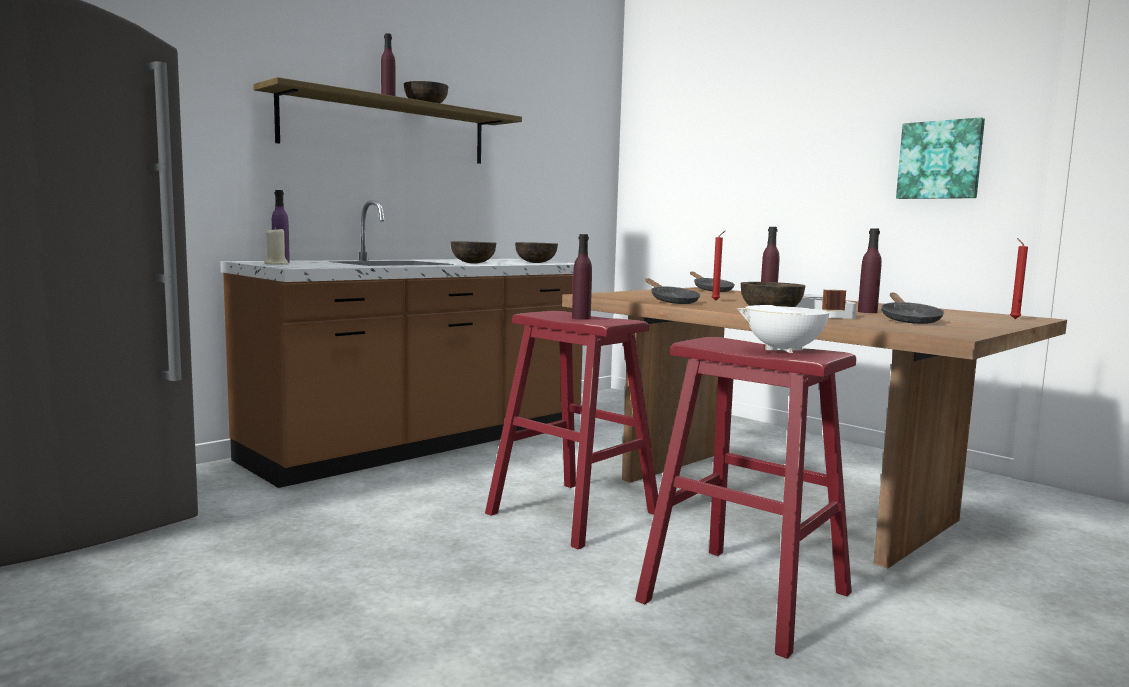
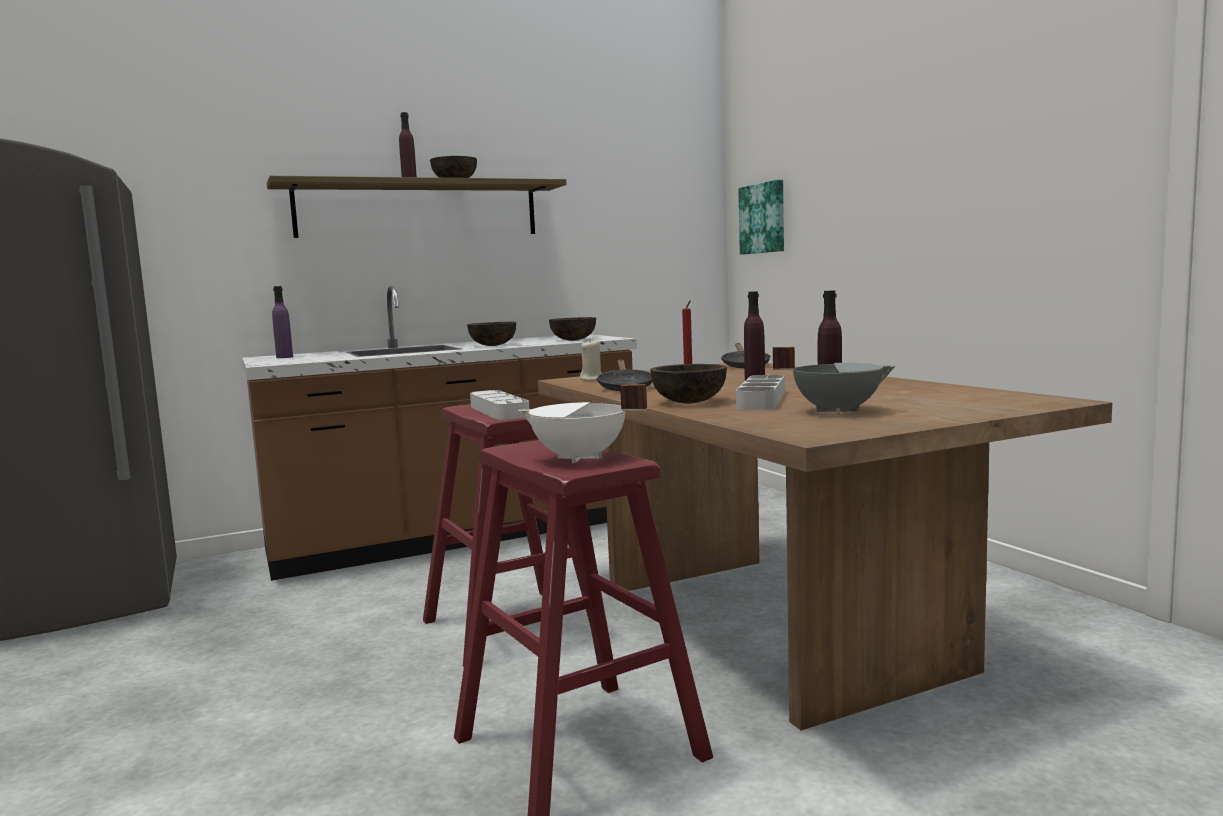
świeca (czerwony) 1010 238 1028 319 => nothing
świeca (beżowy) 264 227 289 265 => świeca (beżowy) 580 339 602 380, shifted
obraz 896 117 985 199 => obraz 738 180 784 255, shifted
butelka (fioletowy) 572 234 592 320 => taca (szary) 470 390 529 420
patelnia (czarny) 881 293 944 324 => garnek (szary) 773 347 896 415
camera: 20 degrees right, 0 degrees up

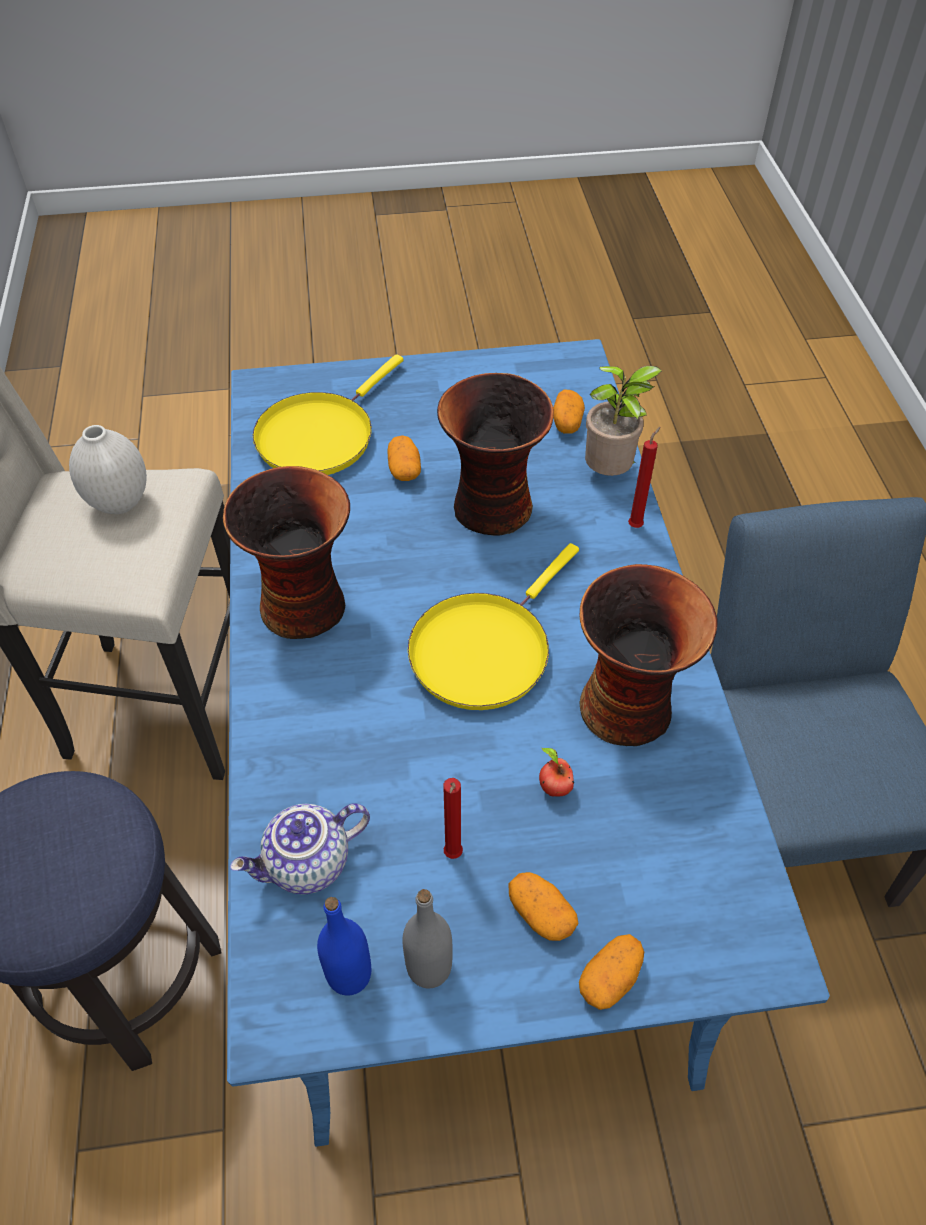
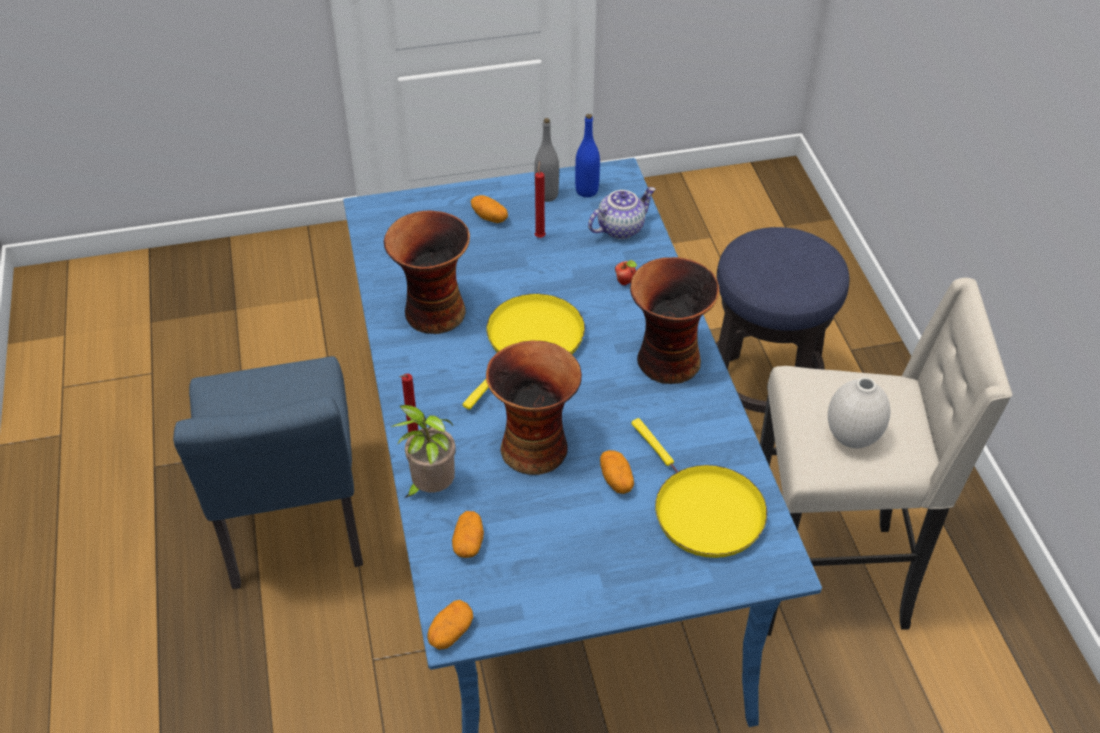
jabłko 539 748 574 797 => jabłko 615 260 637 285, shifted
ziemniak 579 934 644 1010 => ziemniak 427 600 473 650, shifted
patelnia (żółty) 253 354 404 475 => patelnia (żółty) 631 418 767 558, 120 degrees clockwise
camera: 175 degrees right, 5 degrees down

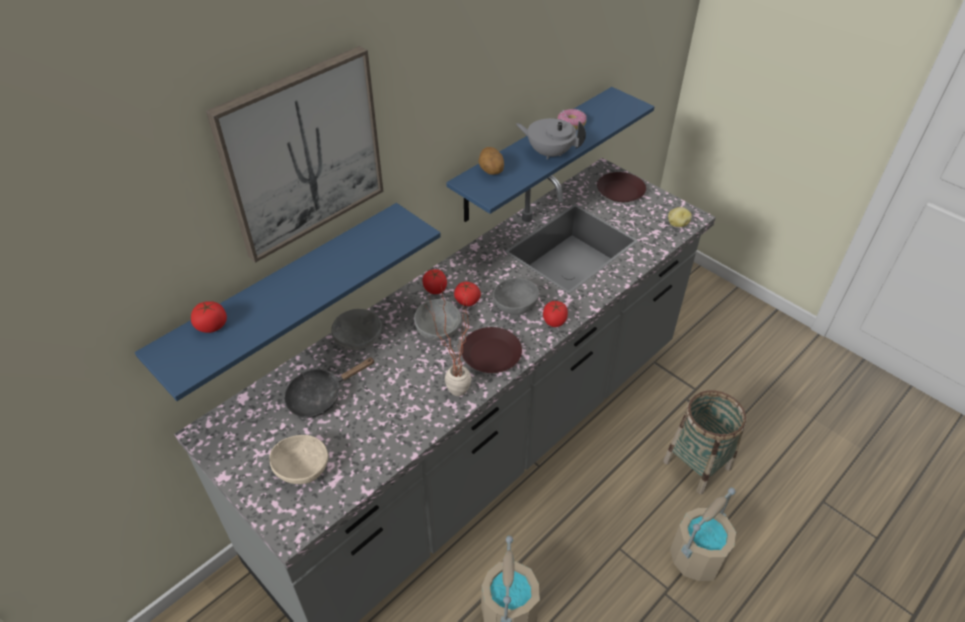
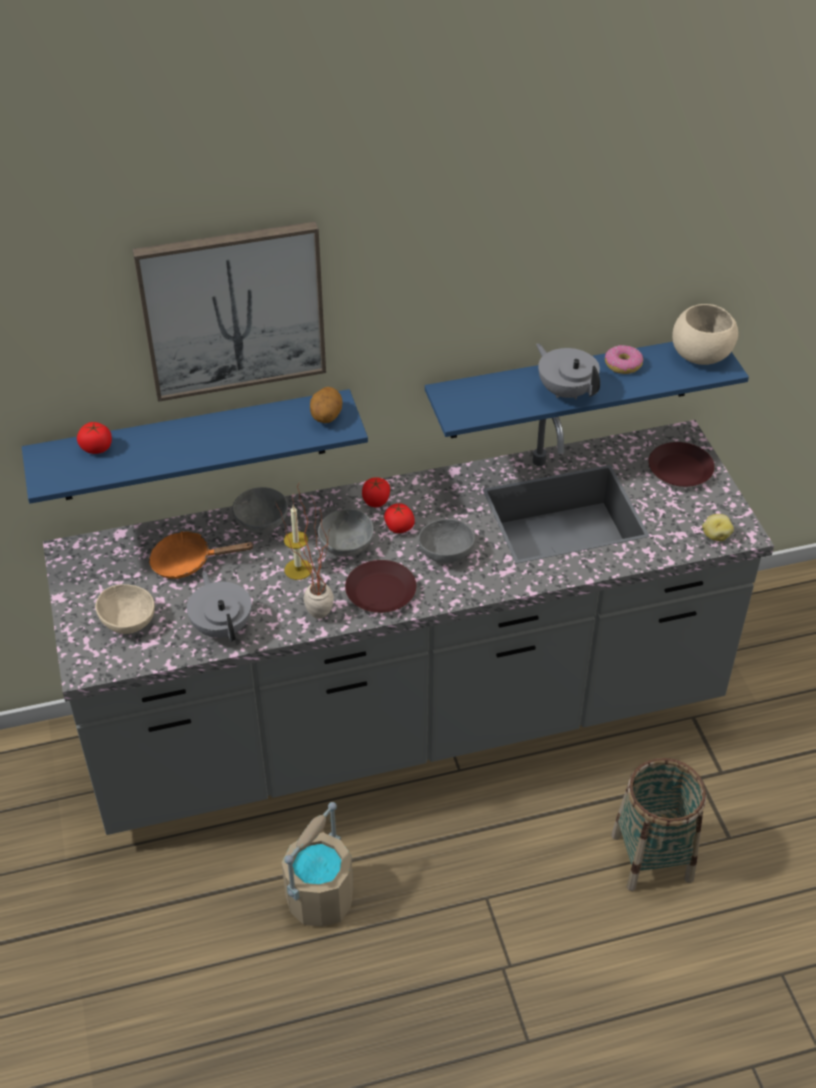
pomidor 543 301 568 327 => nothing
wiadro (beżowy) 670 488 736 581 => nothing
nothing => imbryk (szary) 187 571 252 642
nothing => świeca 284 506 312 580
nothing => miska (beżowy) 672 304 738 365
ziemniak 479 147 504 175 => ziemniak 310 387 342 423, shifted
patelnia (czarny) 284 357 374 418 => patelnia (pomarańczowy) 149 531 255 579
camera: 30 degrees right, 0 degrees up

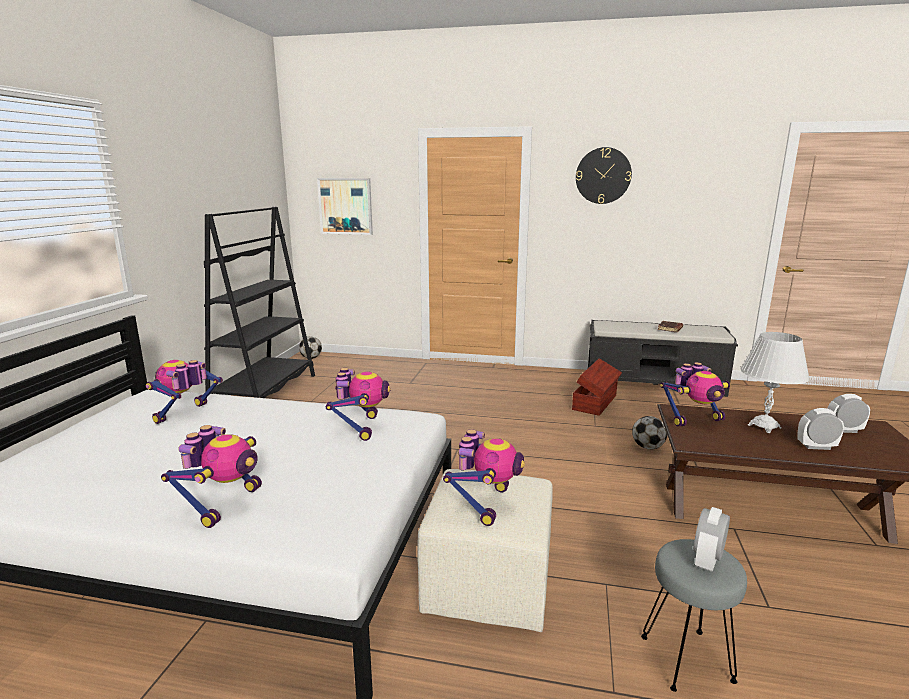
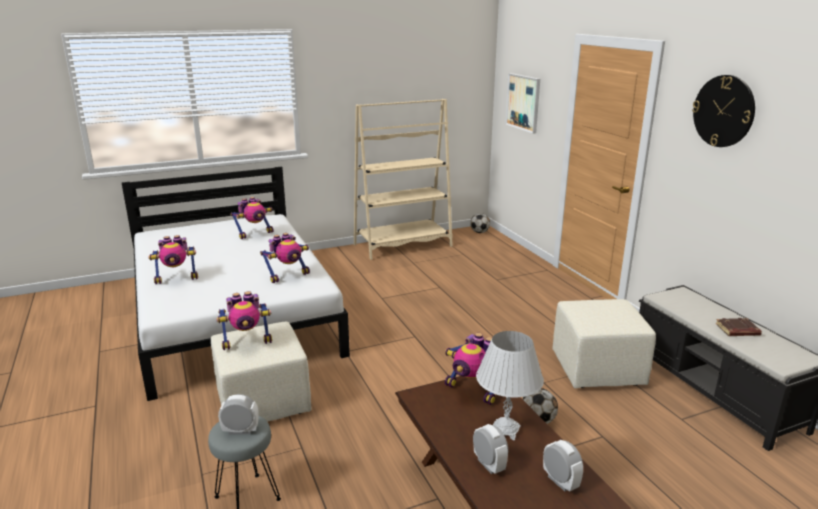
pojemnik do przechowywania (brązowy) 572 358 622 416 => pufa (beżowy) 552 299 656 388
regał (czarny) 204 207 315 398 => regał (beżowy) 353 99 453 260
robot zabawkowy 146 360 223 424 => robot zabawkowy 230 197 273 239, 150 degrees clockwise
camera: 55 degrees right, 5 degrees up

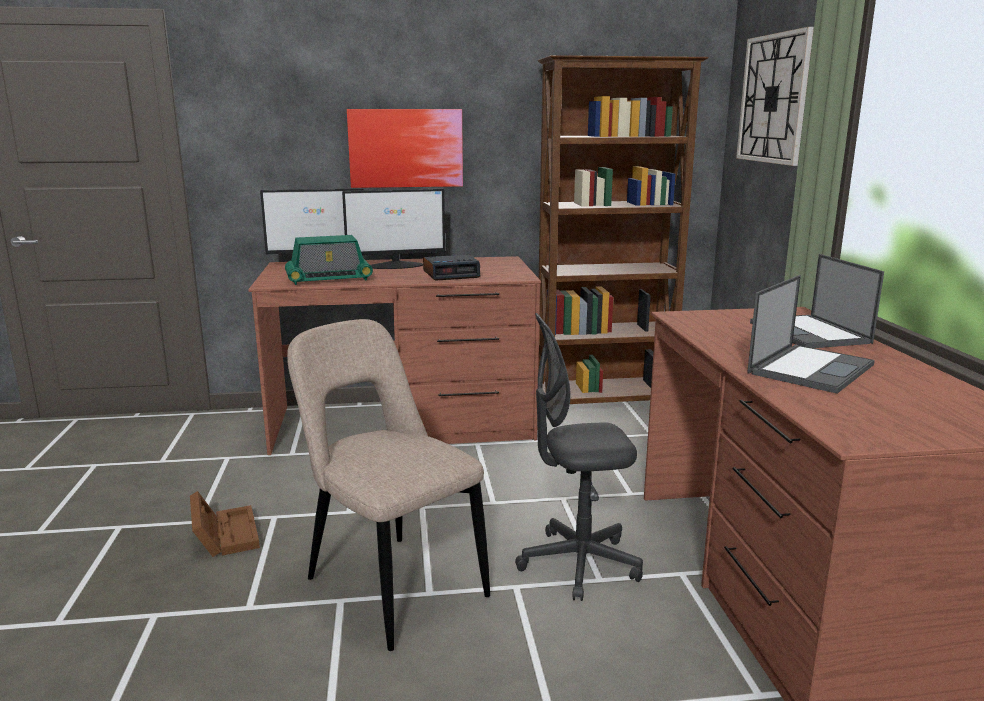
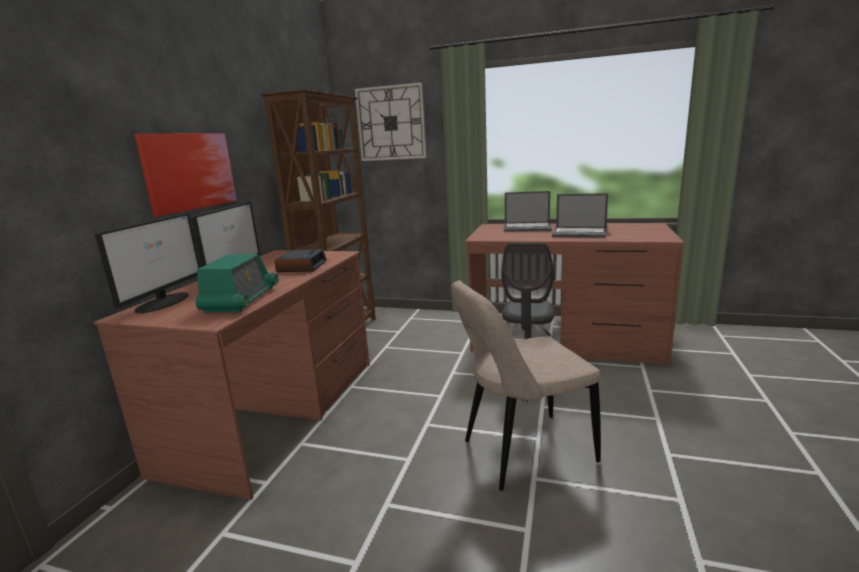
pojemnik do przechowywania (brązowy) 190 491 260 557 => nothing
laptop 747 275 875 394 => laptop 552 193 608 238, 135 degrees clockwise
camera: 65 degrees left, 0 degrees up

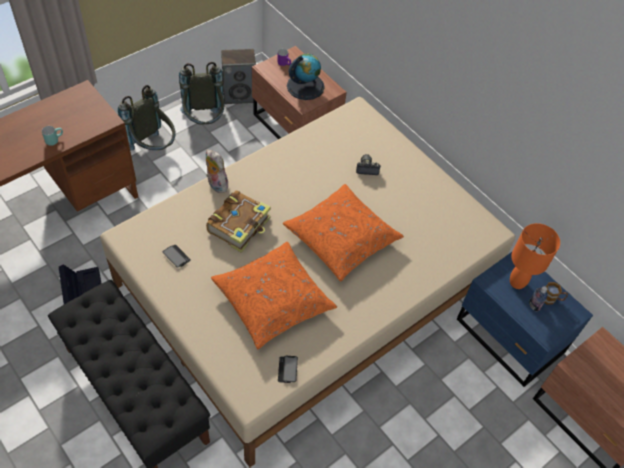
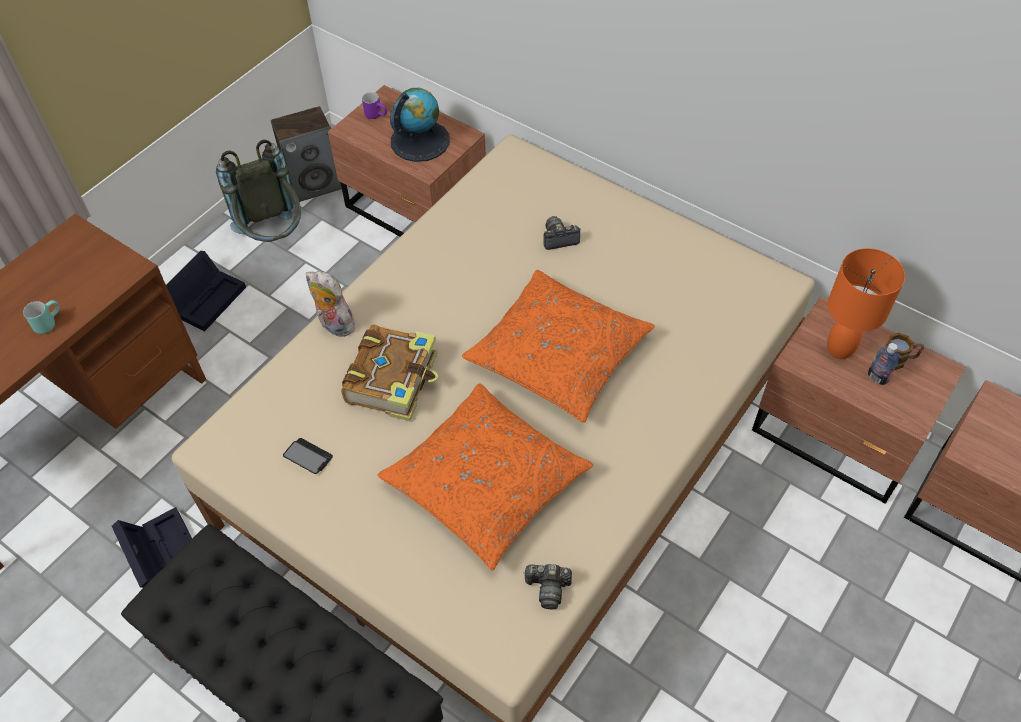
plecak (szary) 118 85 176 150 => pojemnik do przechowywania (czarny) 166 251 246 331
telefon 278 356 298 383 => aparat fotograficzny 523 564 572 610
szafka nocna (niebieski) 457 252 593 387 => szafka nocna (brązowy) 752 296 966 504
camera: 10 degrees left, 0 degrees up

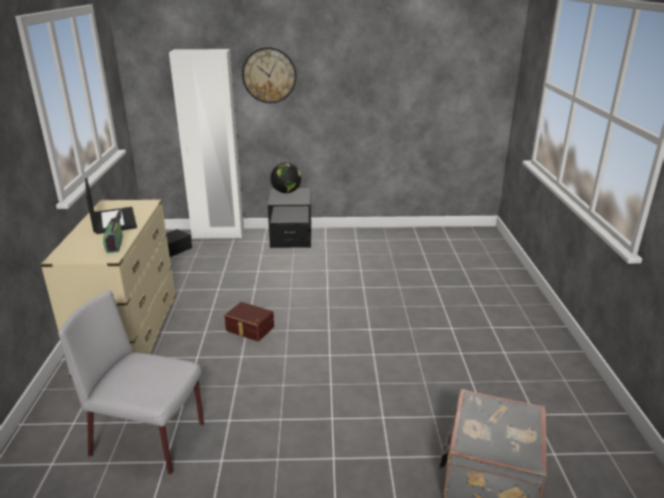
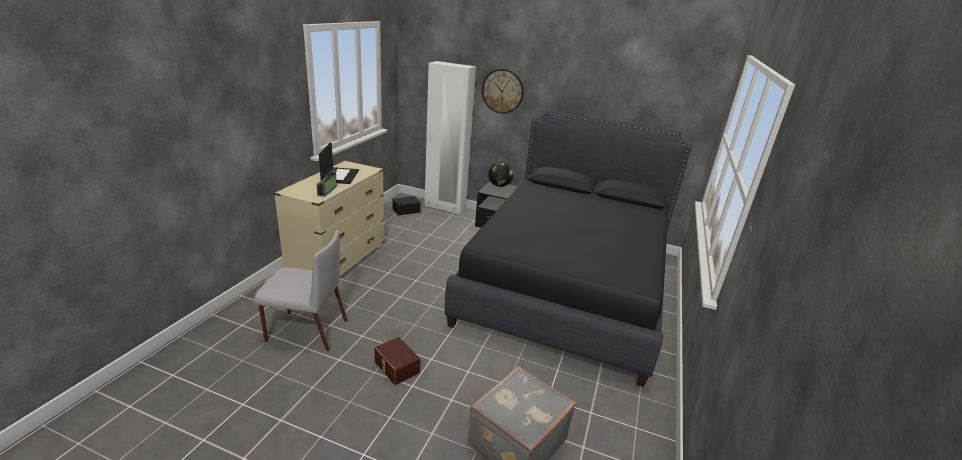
nothing => łóżko (czarny) 445 110 692 387
pojemnik do przechowywania (brązowy) 224 302 274 341 => pojemnik do przechowywania (brązowy) 374 337 420 385, shifted
krzesło (szary) 58 290 204 474 => krzesło (szary) 254 230 347 351, 150 degrees clockwise
camera: 20 degrees right, 0 degrees up

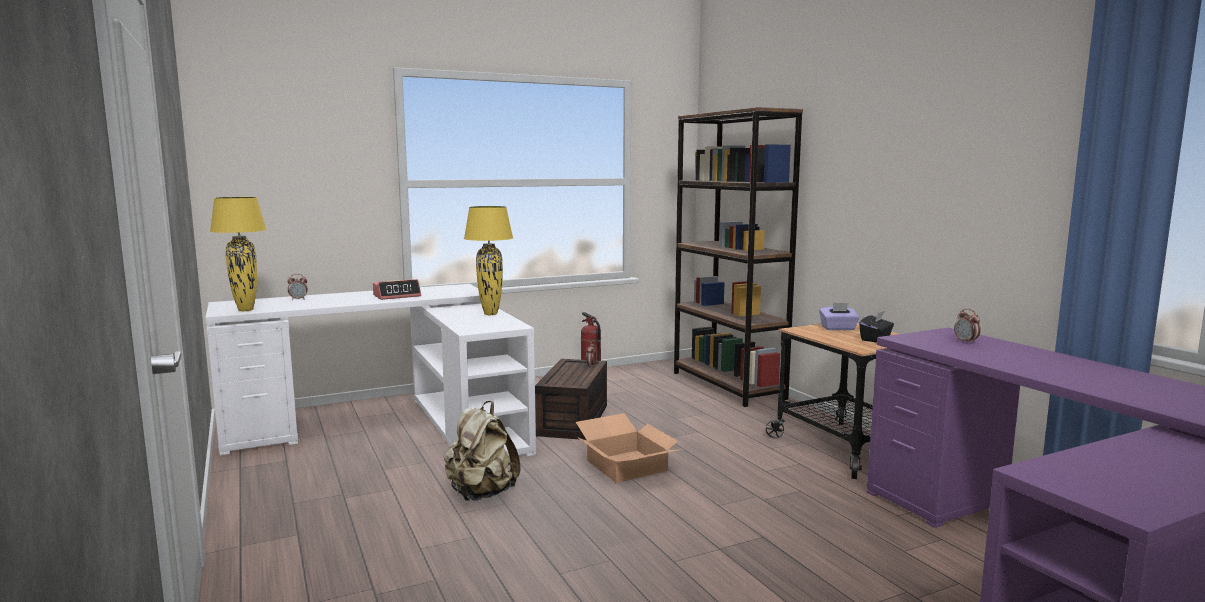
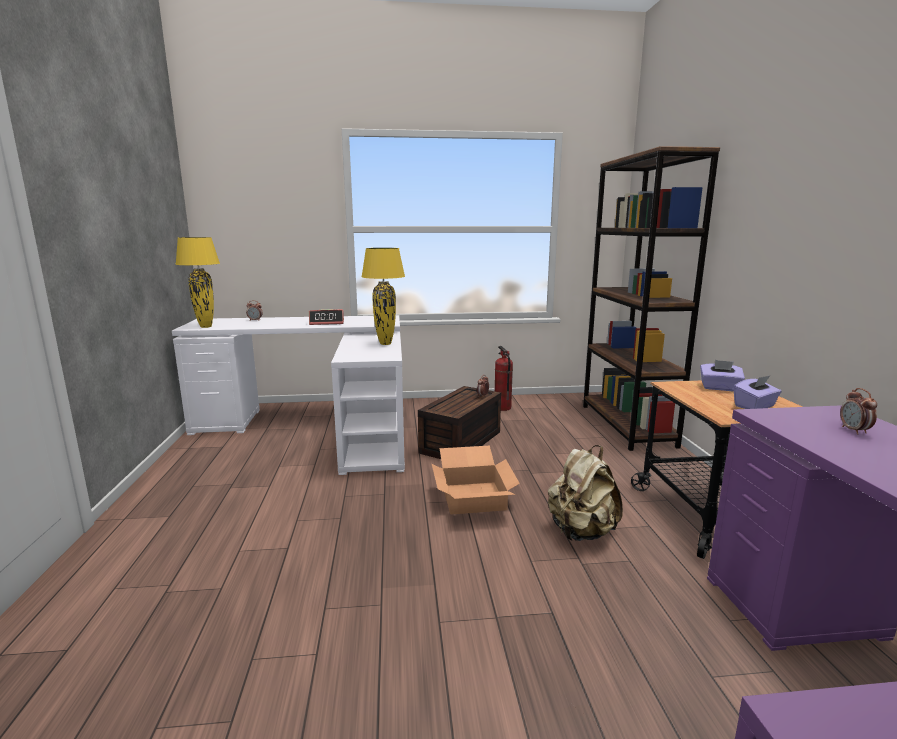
plecak (beżowy) 444 401 520 501 => plecak (beżowy) 548 445 623 541, shifted
pudełko chusteczek (czarny) 859 311 894 343 => pudełko chusteczek (fioletowy) 734 375 782 409
camera: 20 degrees right, 5 degrees up

